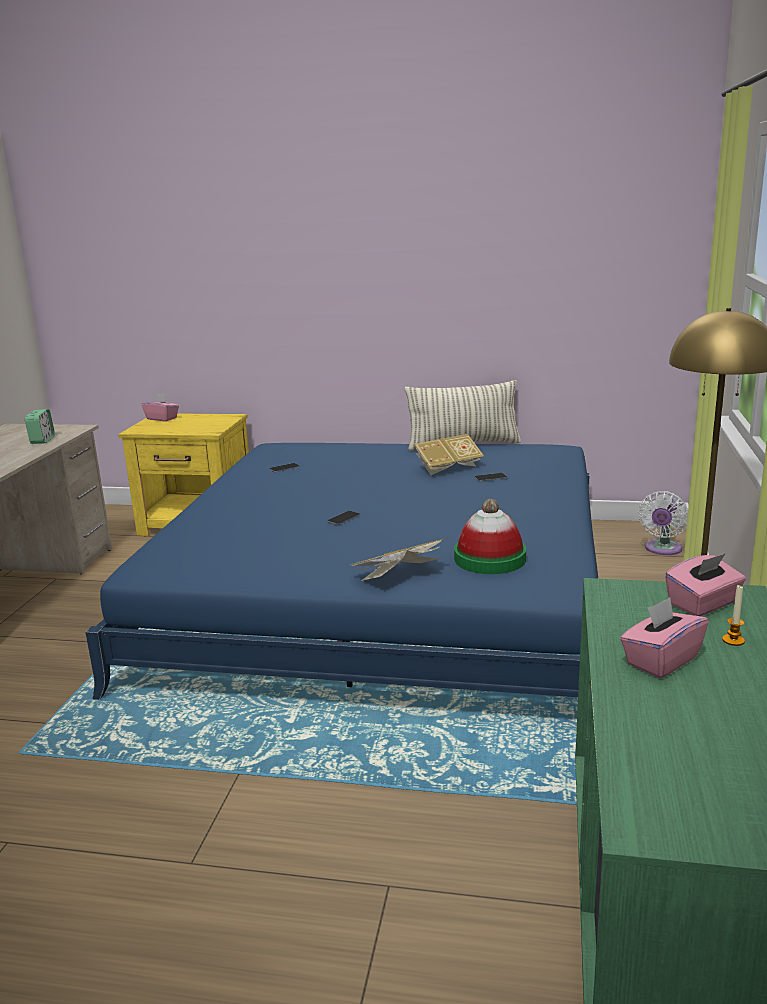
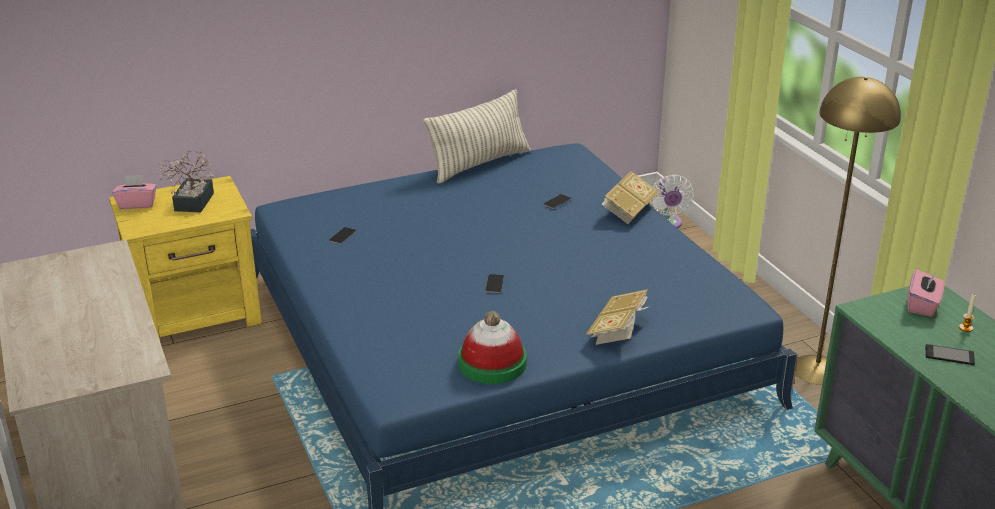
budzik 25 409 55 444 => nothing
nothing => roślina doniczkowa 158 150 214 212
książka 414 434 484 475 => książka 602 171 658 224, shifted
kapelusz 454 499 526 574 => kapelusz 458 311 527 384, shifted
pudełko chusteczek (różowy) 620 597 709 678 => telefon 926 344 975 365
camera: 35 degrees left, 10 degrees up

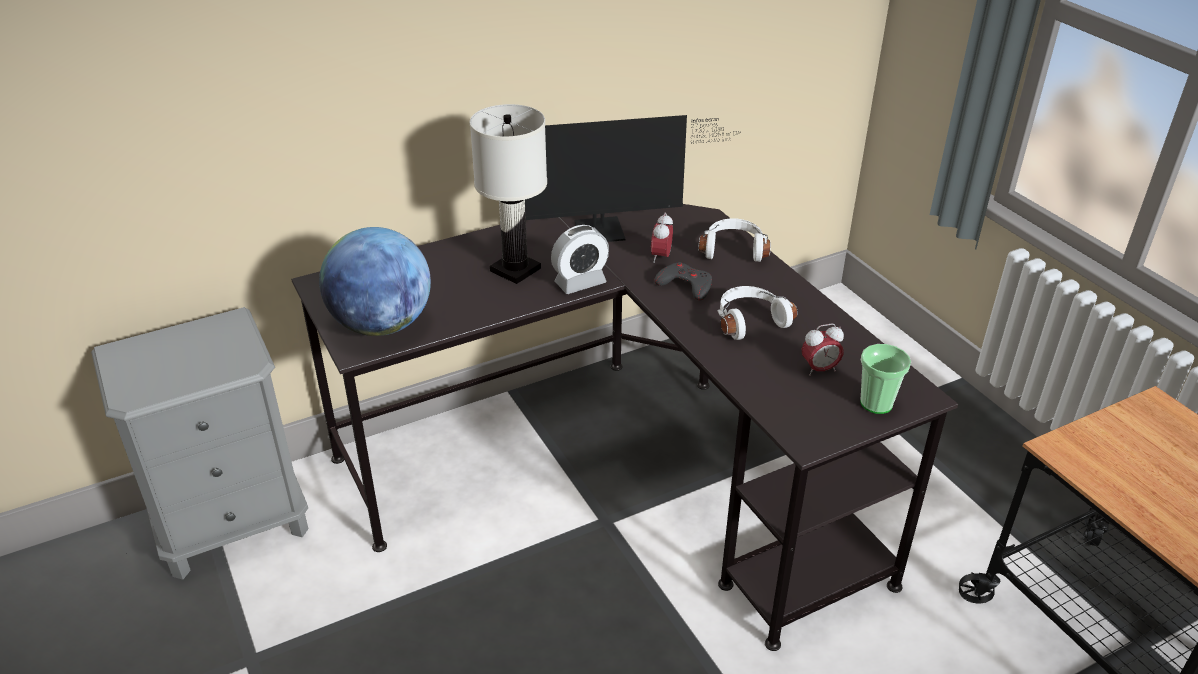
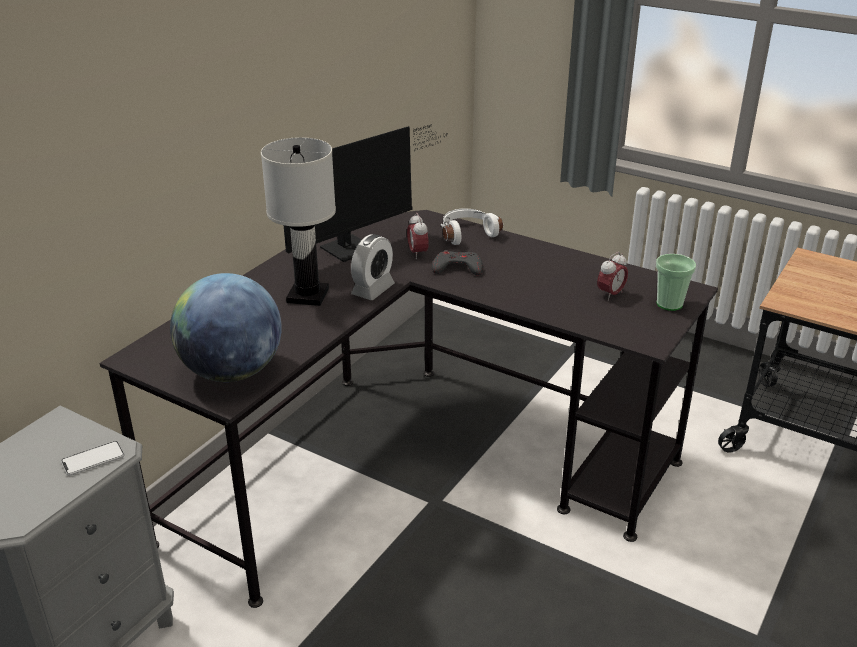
słuchawki (biały) 718 286 798 340 => nothing
nothing => telefon 61 441 125 476
camera: 30 degrees left, 5 degrees down

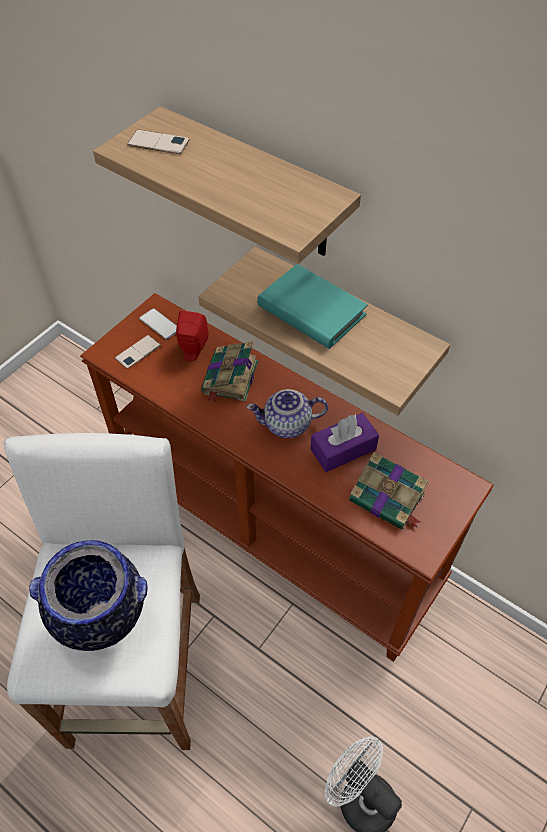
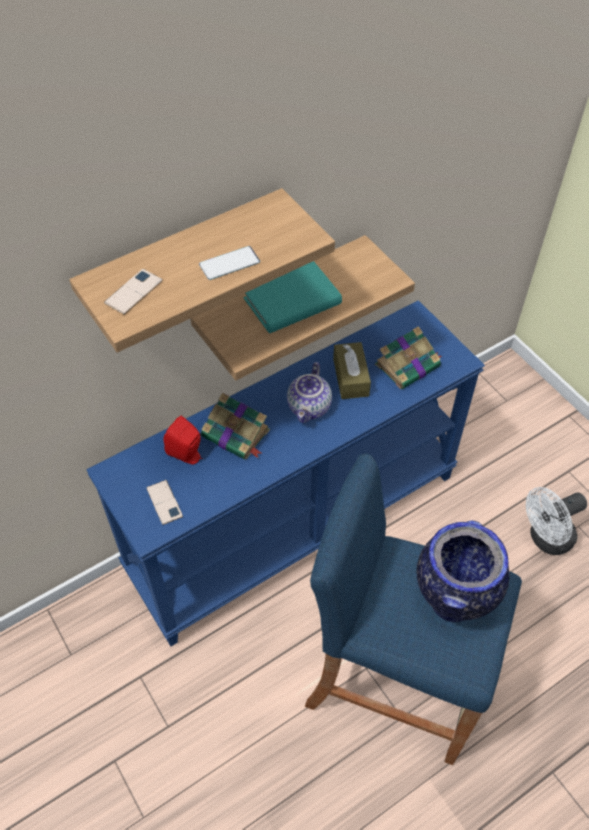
telefon 139 308 177 340 => telefon 199 246 260 280, shifted
stołek (biały) 3 433 200 750 => stołek (niebieski) 305 453 522 765
stolik konsolowy (brązowy) 80 293 494 662 => stolik konsolowy (niebieski) 87 300 485 646
pudełko chusteczek (fioletowy) 310 413 379 472 => pudełko chusteczek (brązowy) 333 342 371 399
camera: 70 degrees left, 0 degrees up

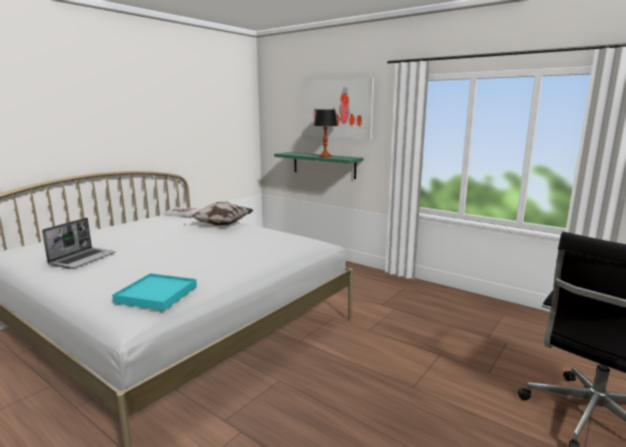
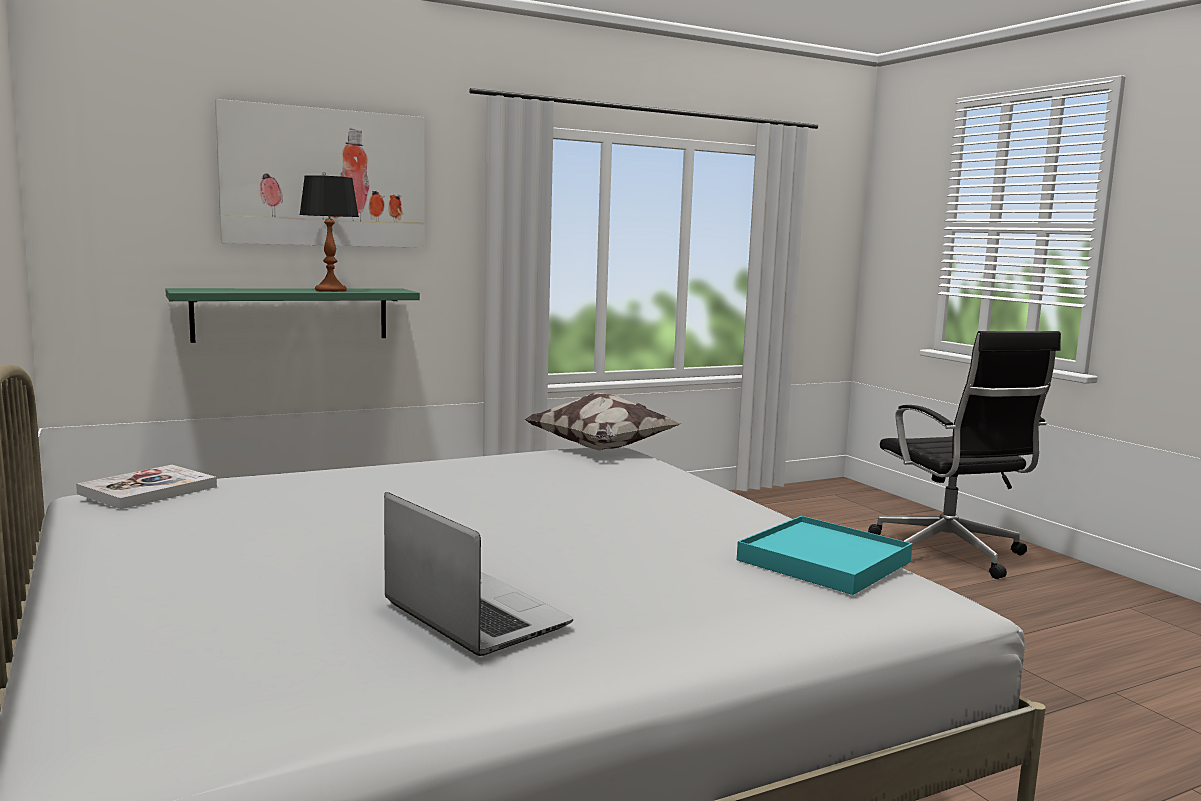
poduszka 185 201 254 226 => poduszka 524 392 680 451, shifted
camera: 65 degrees left, 5 degrees down

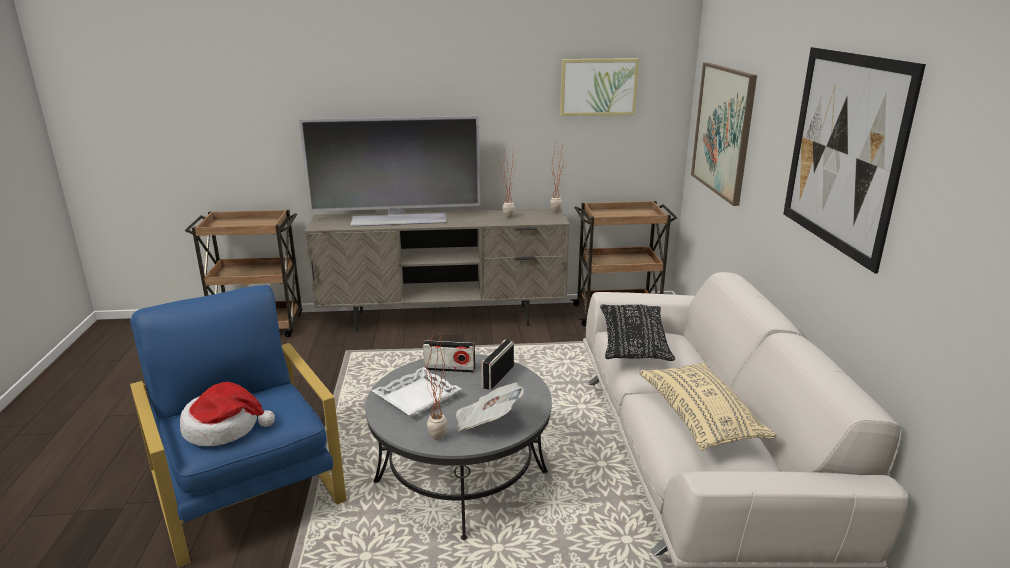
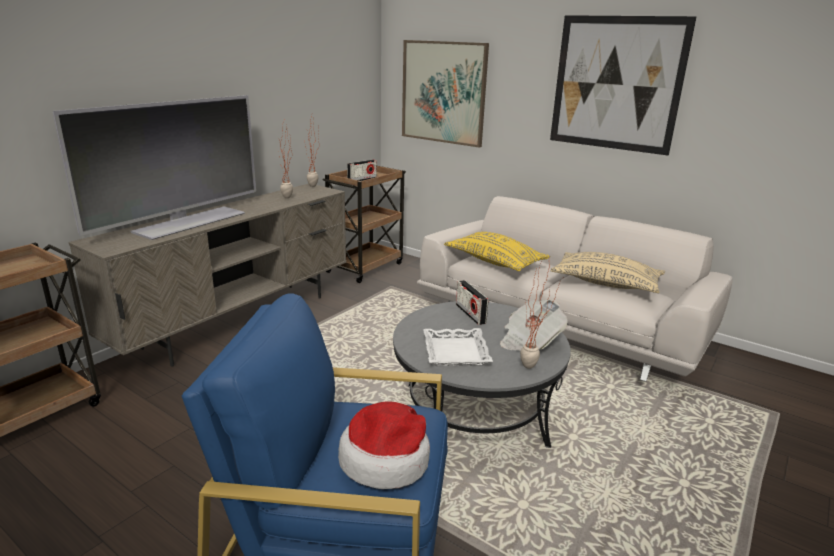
obraz 560 58 639 116 => nothing
radio 423 340 475 373 => radio 347 159 377 181, shifted
poduszka (czarny) 600 304 675 361 => poduszka (żółty) 444 232 550 271
camera: 50 degrees left, 0 degrees up

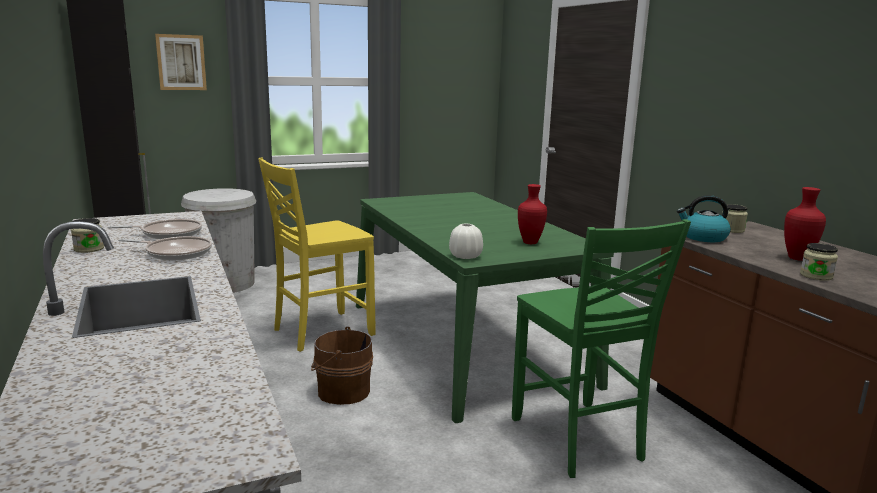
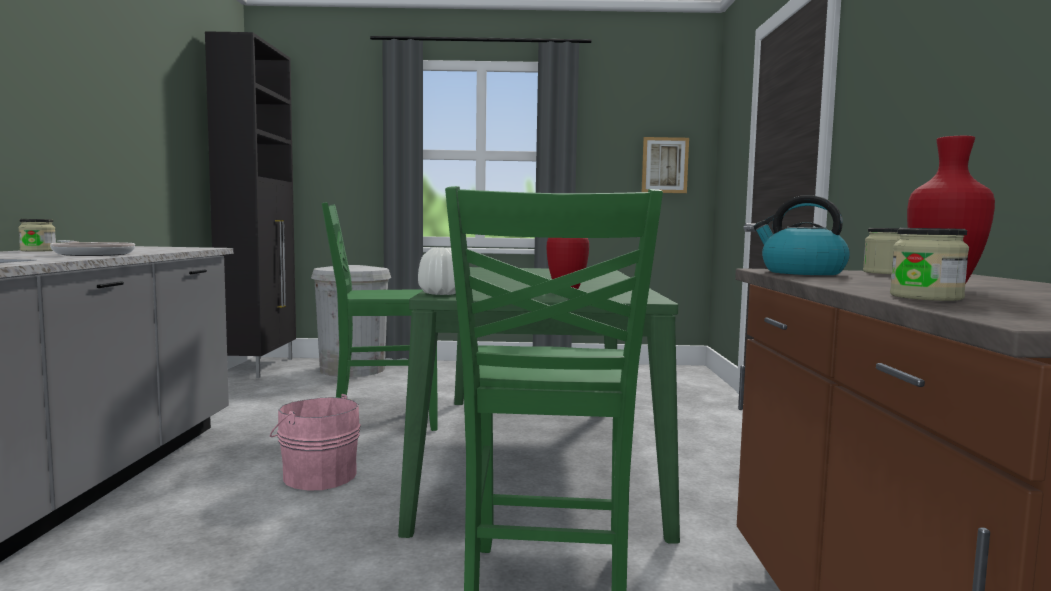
patelnia 108 219 202 239 => nothing
obraz 155 34 207 90 => obraz 642 137 689 193, shifted
krzesło (żółty) 258 157 376 352 => krzesło (zielony) 322 202 438 431
wiadro (brązowy) 311 326 373 405 => wiadro (różowy) 270 394 361 490
camera: 25 degrees right, 10 degrees down

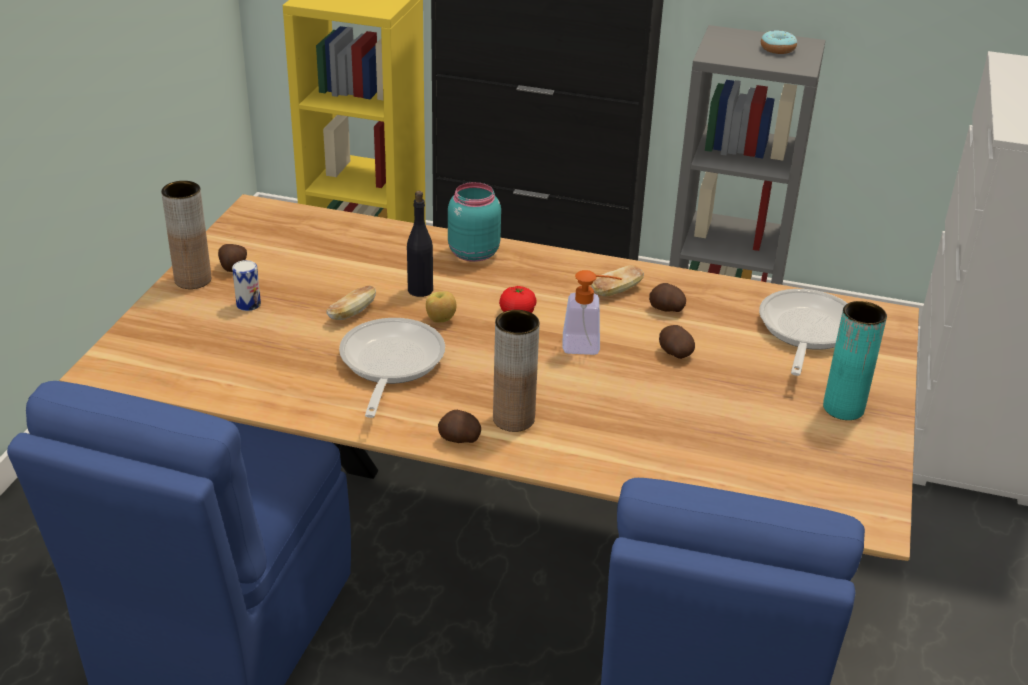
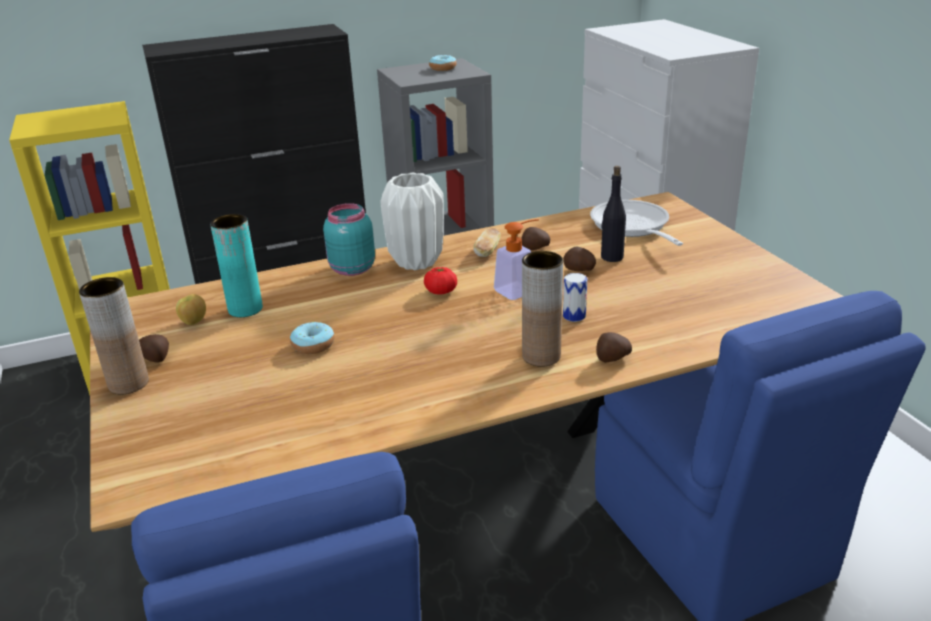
patelnia 339 318 445 418 => nothing
nothing => wazon (biały) 380 173 444 270
puszka 232 260 261 311 => puszka 563 273 587 322, shifted
butelka (czarny) 407 191 433 297 => butelka (czarny) 601 166 626 262, shifted
jabłko 426 291 456 323 => jabłko 176 294 206 325, shifted
ziemniak 438 410 481 443 => ziemniak 596 332 632 363, shifted
wazon (turkusowy) 823 301 887 420 => wazon (turkusowy) 210 214 263 317, shifted
chleb 326 286 376 320 => donut 290 322 334 354
camera: 35 degrees left, 5 degrees down

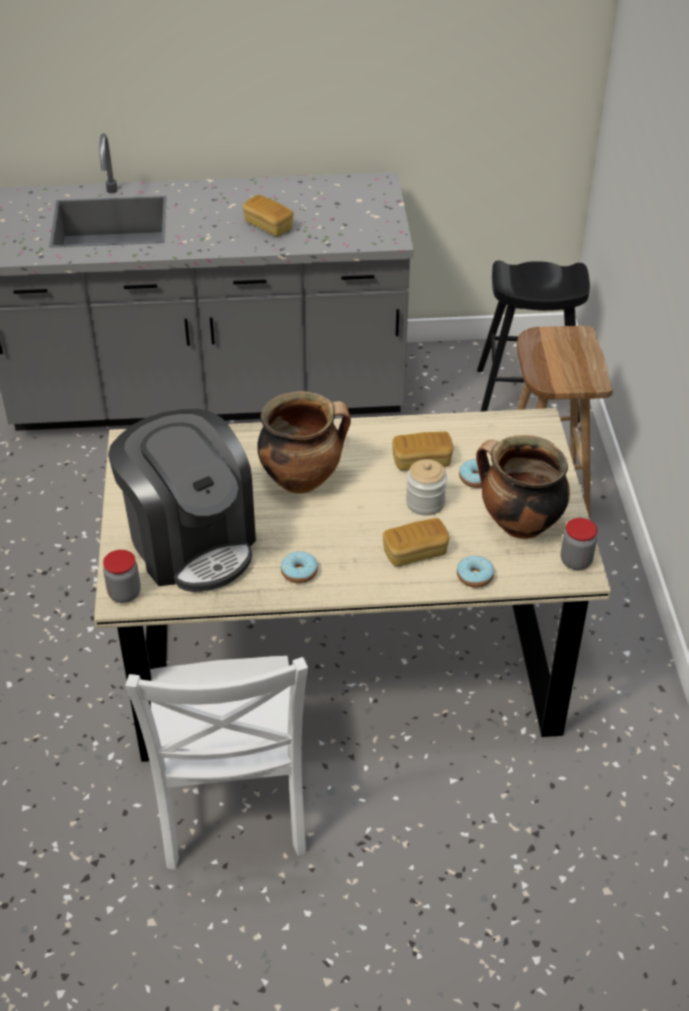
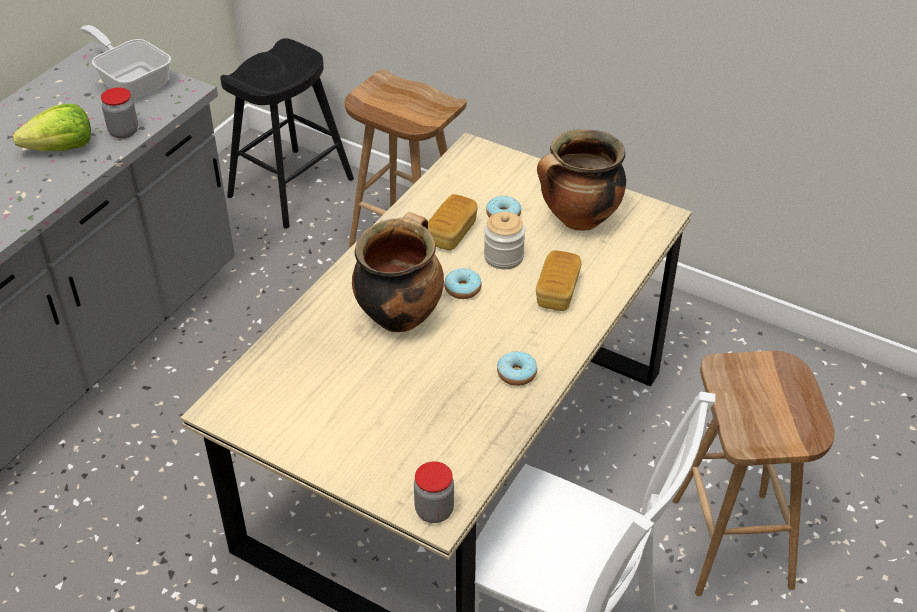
ekspres do kawy 108 409 256 592 => nothing
nothing => patelnia 80 25 171 99
nothing => stołek (brązowy) 672 351 834 596
donut 457 555 494 588 => donut 444 268 482 299, shifted
słoik 561 518 597 570 => słoik 101 87 138 139, shifted
chleb 243 195 293 237 => sałata 13 104 91 151
camera: 55 degrees left, 0 degrees up

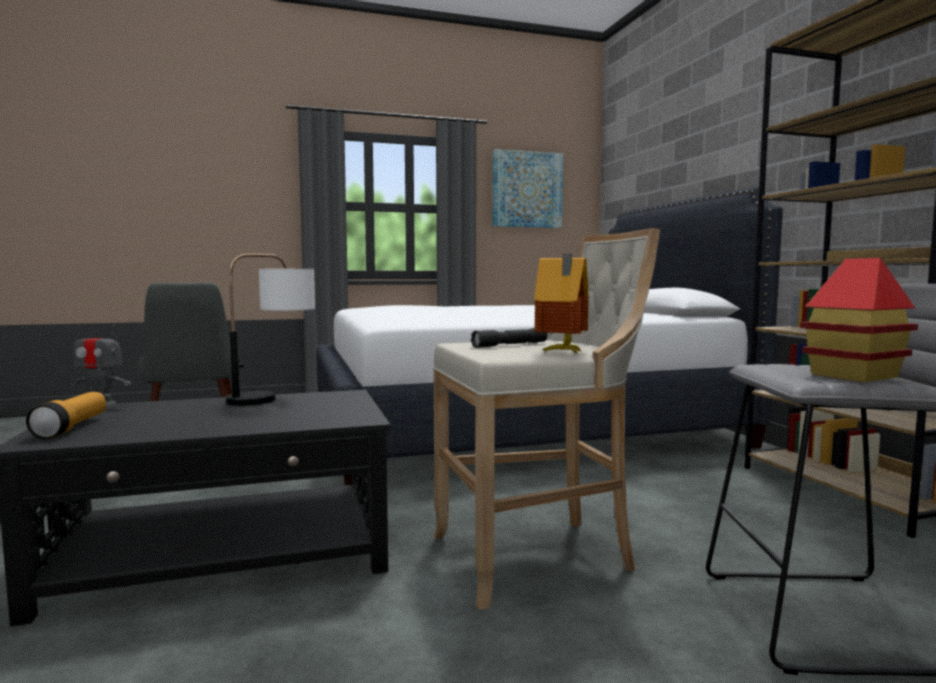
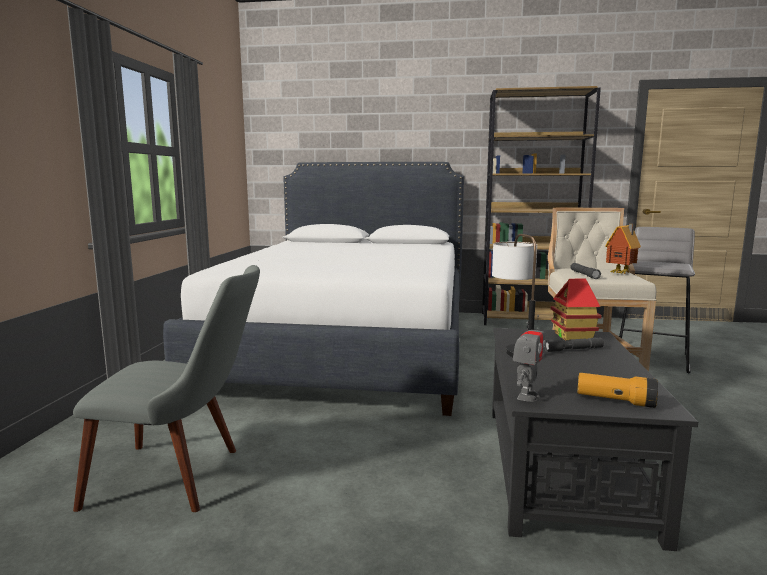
obraz 492 149 563 228 => nothing
nothing => latarka (szary) 545 338 604 352
domek 800 258 918 382 => domek 551 279 602 340, shifted
camera: 65 degrees left, 5 degrees up

